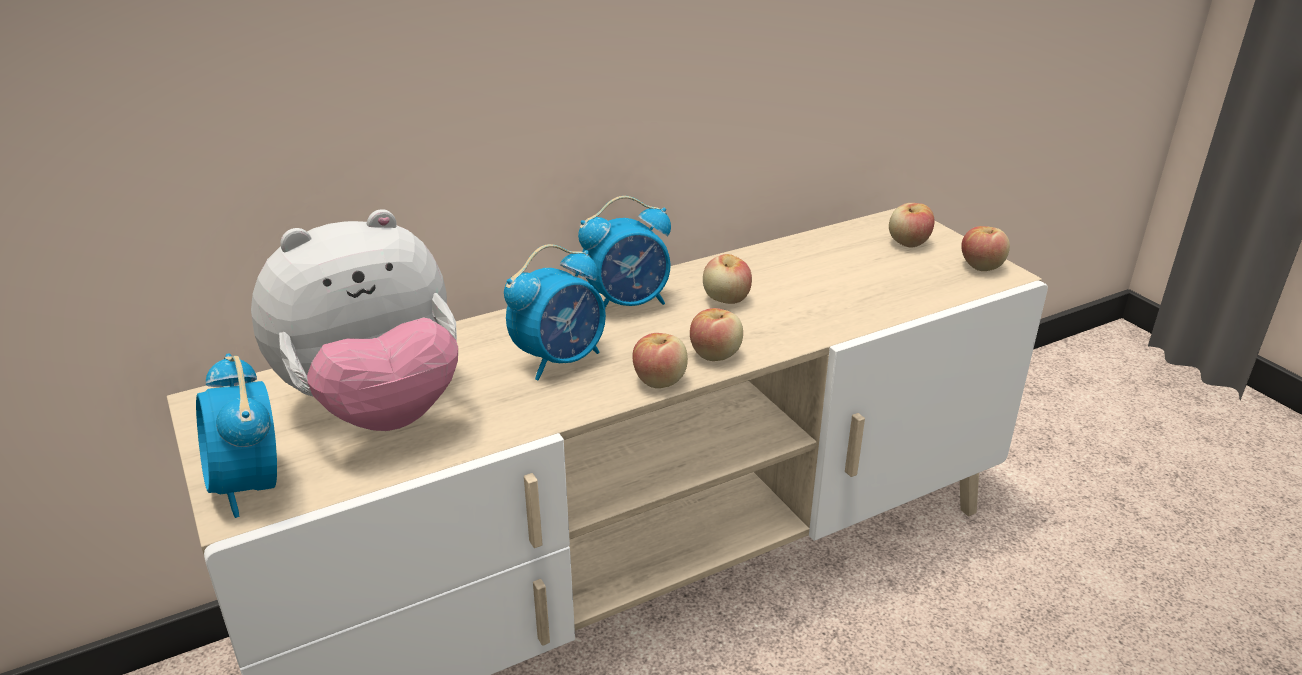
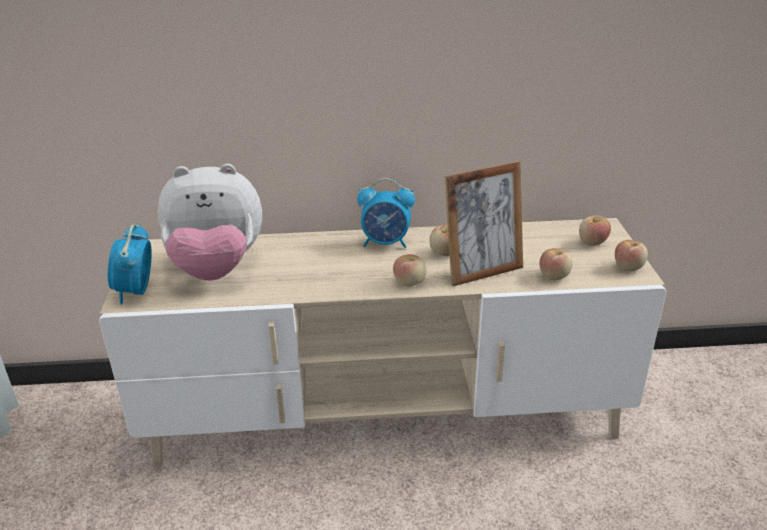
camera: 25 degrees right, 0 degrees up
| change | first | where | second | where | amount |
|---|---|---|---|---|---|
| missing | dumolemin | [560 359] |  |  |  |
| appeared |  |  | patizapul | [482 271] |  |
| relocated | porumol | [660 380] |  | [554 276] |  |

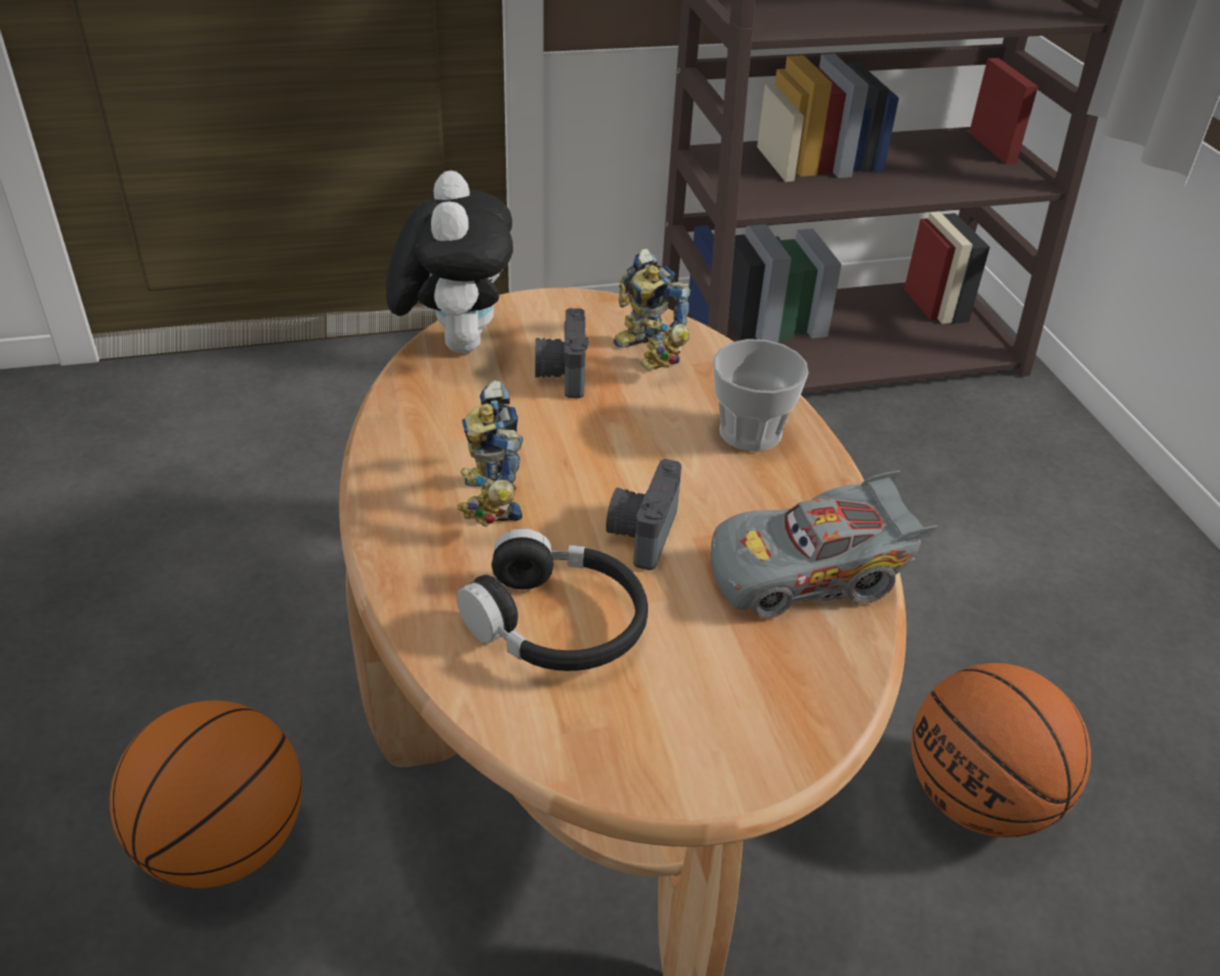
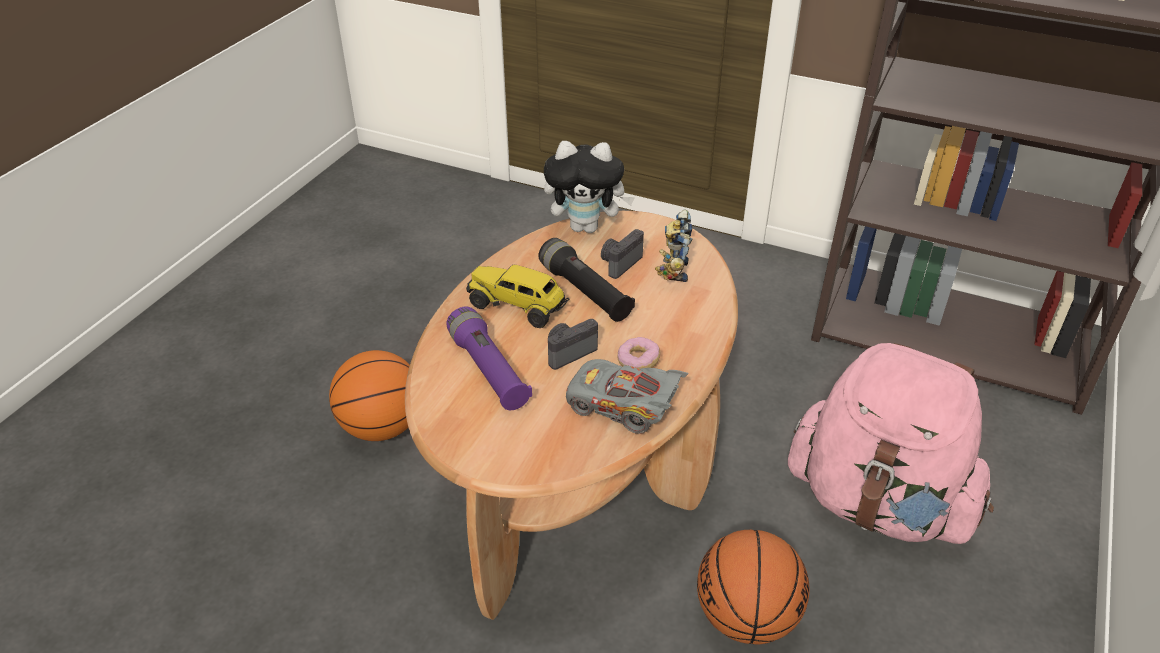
camera: 40 degrees right, 0 degrees up
| change | first | where | second | where | amount |
|---|---|---|---|---|---|
| missing | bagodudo | [750 432] |  |  |  |
| appeared |  |  | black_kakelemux | [585 292] |  |
| appeared |  |  | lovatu | [638 362] |  |
| appeared |  |  | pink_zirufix | [877 503] |  |
| exchanged | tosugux | [487 500] | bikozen | [518 306] |  |
| exchanged | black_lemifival | [556 624] | purple_kakelemux | [488 370] |  |
| spun | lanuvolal | [455 342] |  | [586 227] | 60 degrees clockwise |

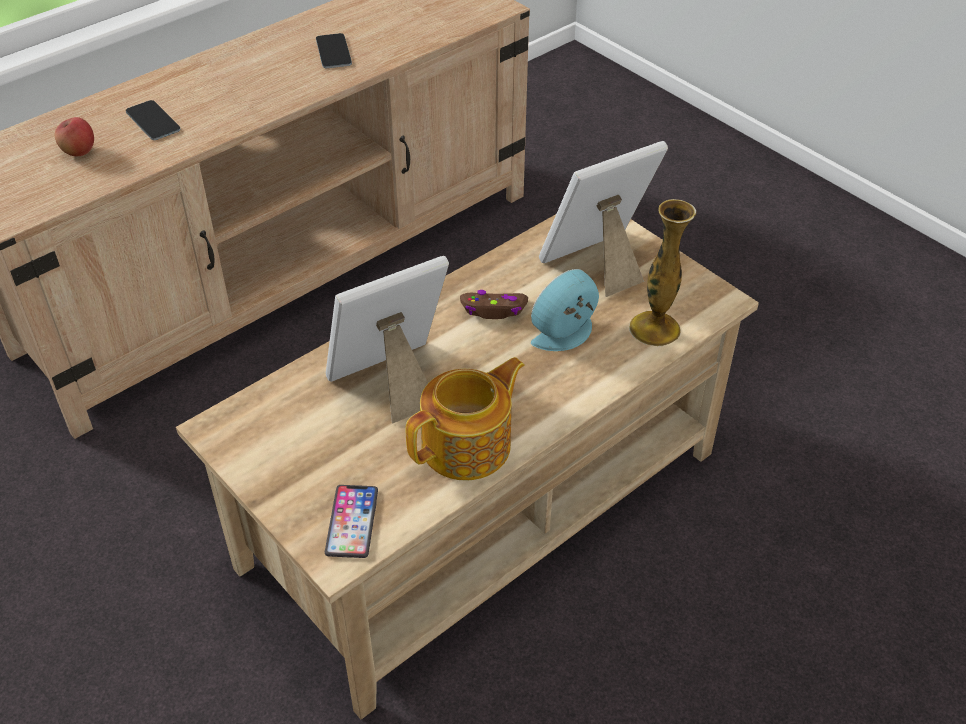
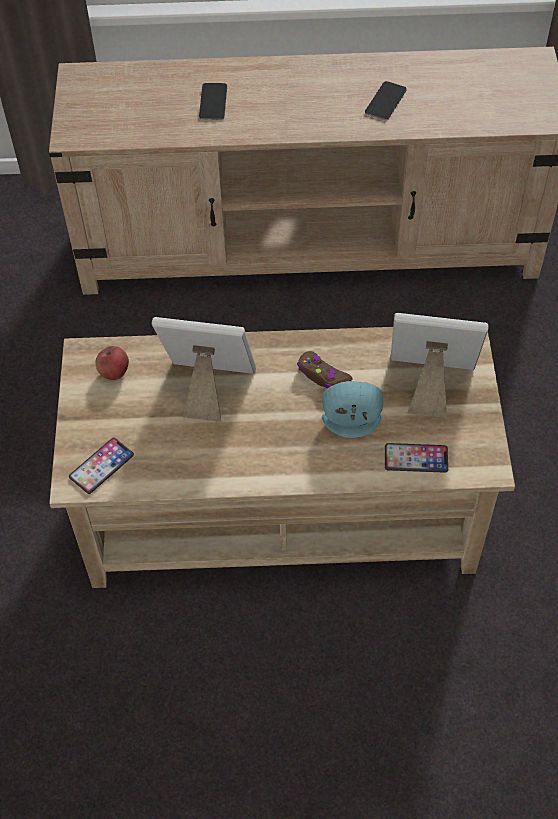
camera: 40 degrees right, 10 degrees up
| change | first | where | second | where | amount |
|---|---|---|---|---|---|
| missing | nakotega | [468 445] |  |  |  |
| relocated | porumol | [79 151] |  | [114 372] |  |
| exchanged | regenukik | [654 329] | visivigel | [416 458] |  |

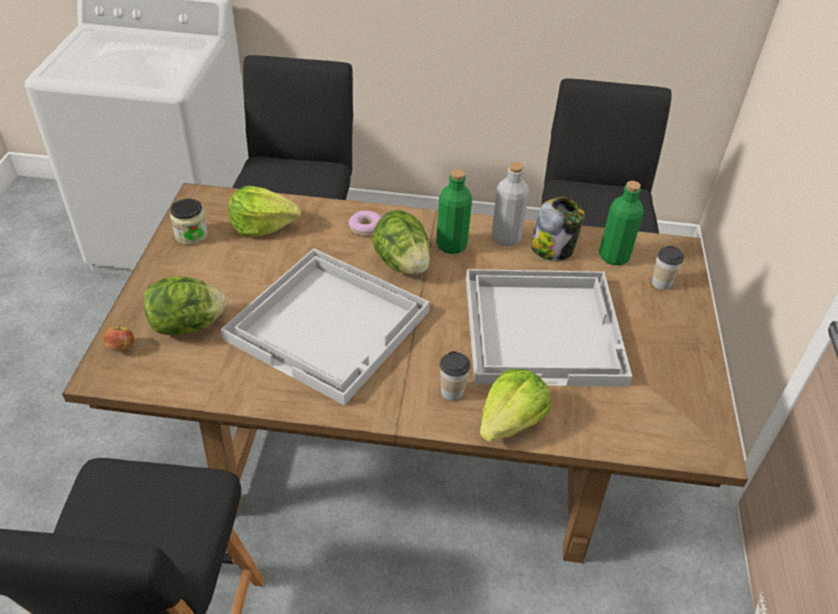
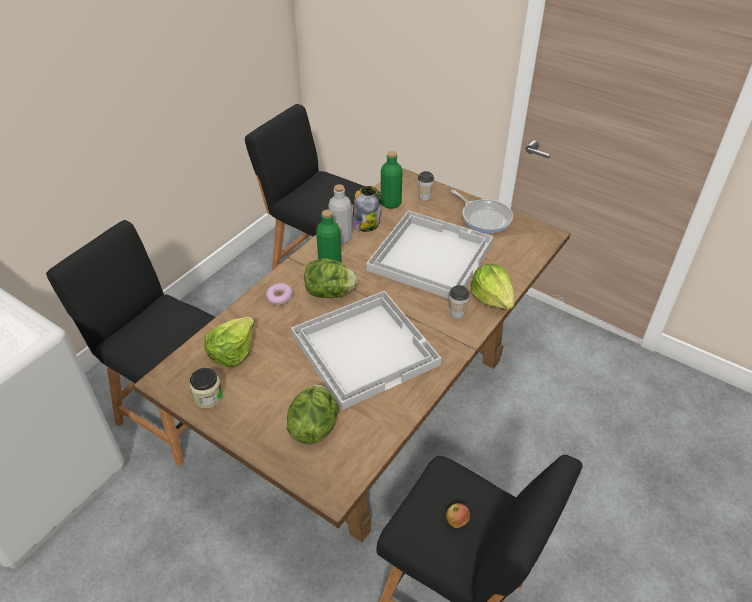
camera: 60 degrees left, 0 degrees up
| change | first | where | second | where | amount |
|---|---|---|---|---|---|
| appeared |  |  | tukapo | [484 217] |  |
| relocated | porumol | [121 348] |  | [457 521] |  |

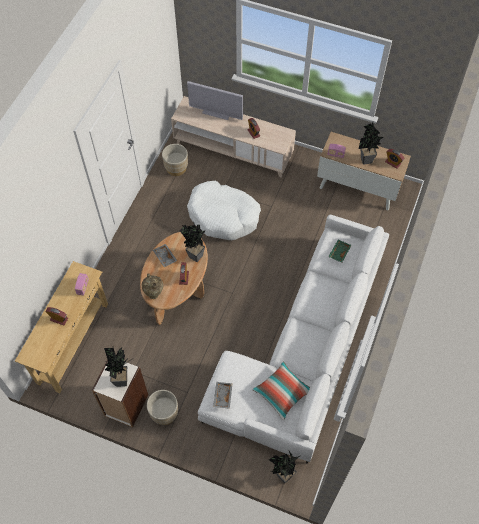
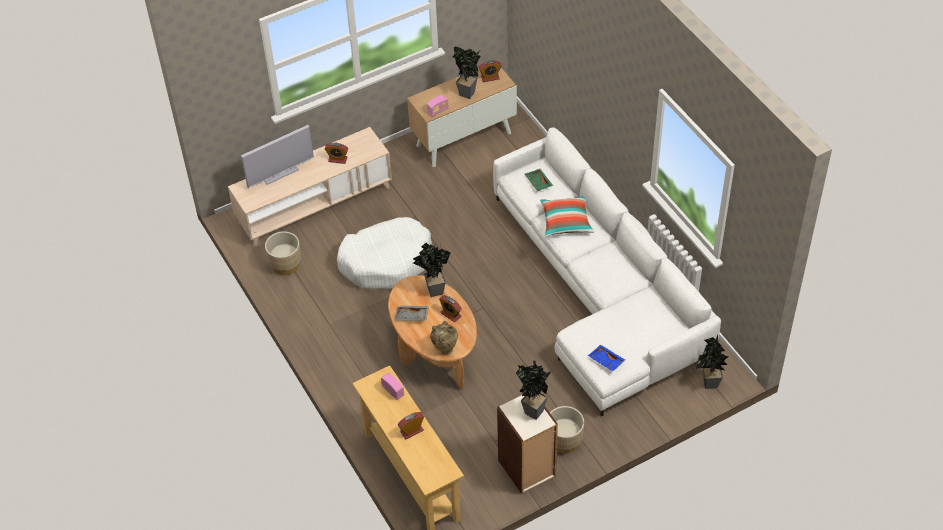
camera: 50 degrees left, 10 degrees down
| change | first | where | second | where | amount |
|---|---|---|---|---|---|
| relocated | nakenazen | [282 392] |  | [566 221] |  |
| colour | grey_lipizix | [222 396] | blue_lipizix | [605 361] |  |

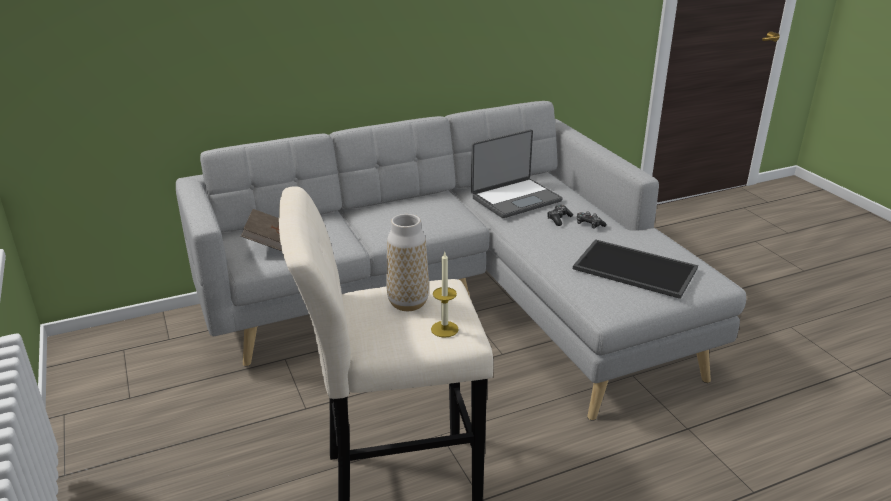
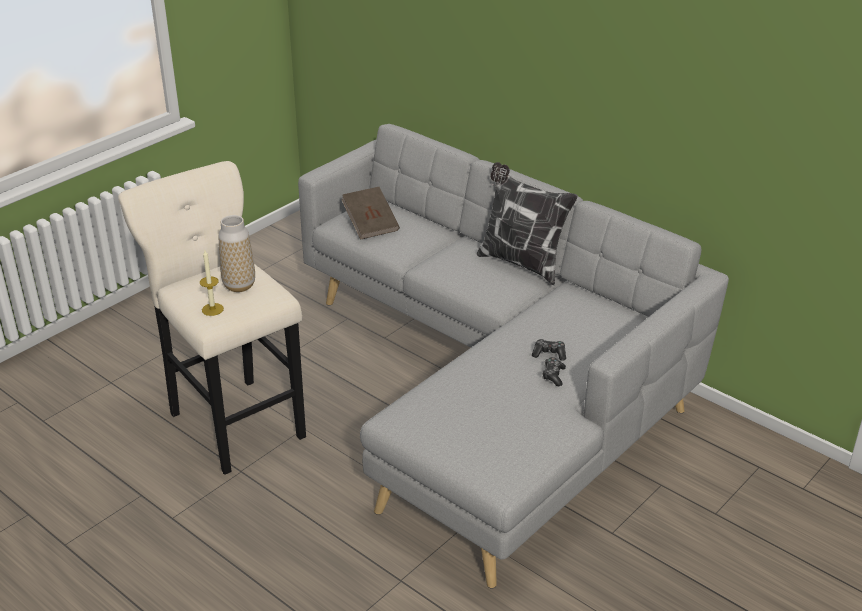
camera: 65 degrees right, 5 degrees up
| change | first | where | second | where | amount |
|---|---|---|---|---|---|
| missing | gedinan | [515 199] |  |  |  |
| missing | lipizix | [633 269] |  |  |  |
| appeared |  |  | nakenazen | [521 263] |  |

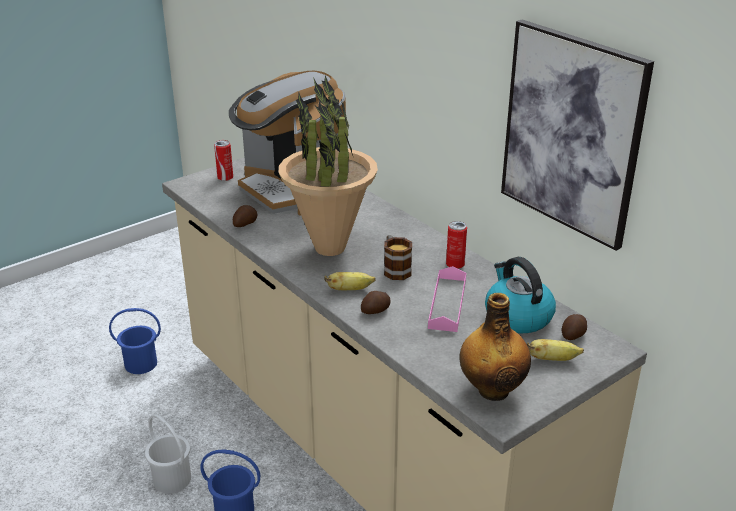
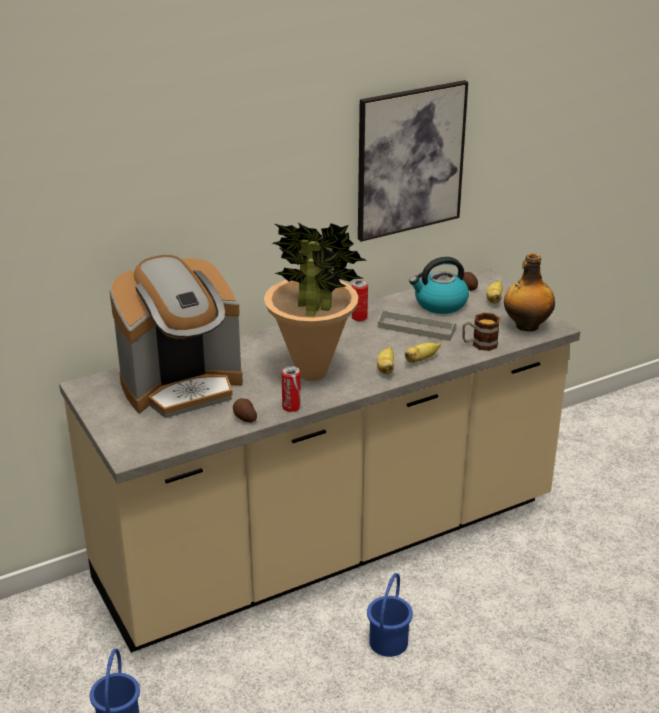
camera: 80 degrees left, 0 degrees up
| change | first | where | second | where | amount |
|---|---|---|---|---|---|
| missing | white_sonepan | [172 478] |  |  |  |
| relocated | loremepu | [225 178] |  | [291 407] |  |
| relocated | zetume | [395 269] |  | [479 344] |  |
| exchanged | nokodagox | [376 311] | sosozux | [420 360] |  |
| colour | pink_lipizix | [447 303] | grey_lipizix | [416 328] |  |

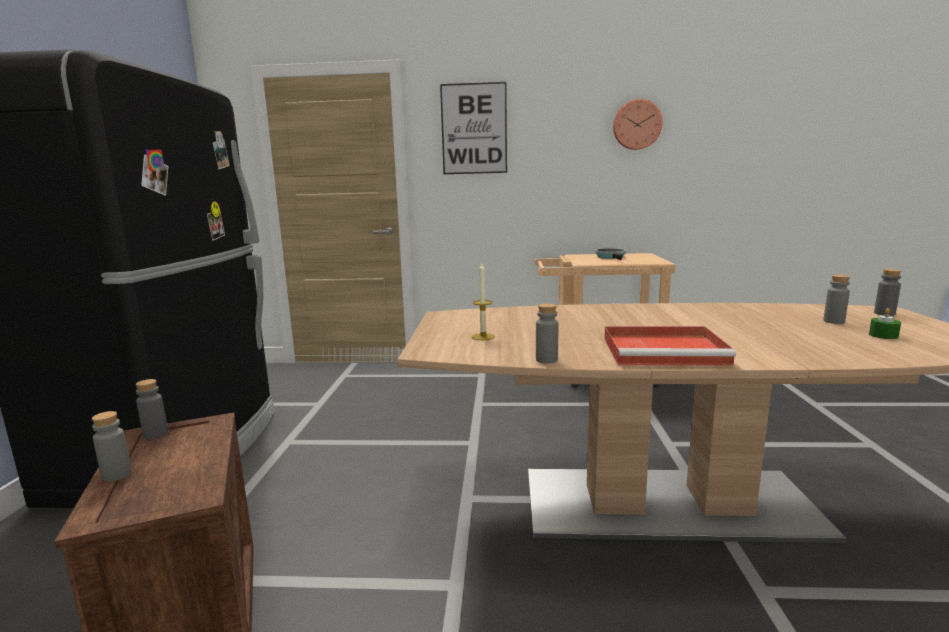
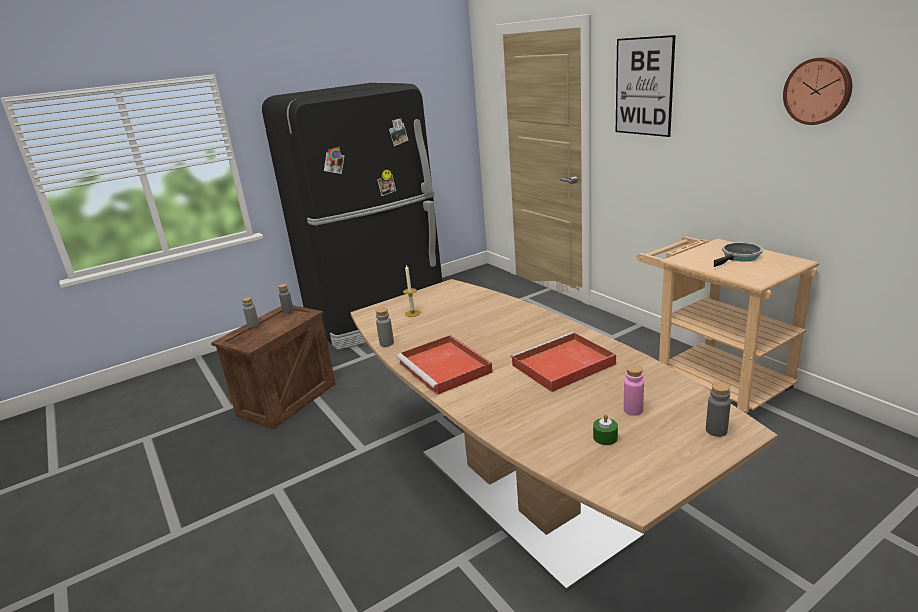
camera: 55 degrees right, 10 degrees up
| change | first | where | second | where | amount |
|---|---|---|---|---|---|
| appeared |  |  | red_lipizix | [562 365] |  |
| colour | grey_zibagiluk | [834 321] | pink_zibagiluk | [633 410] |  |

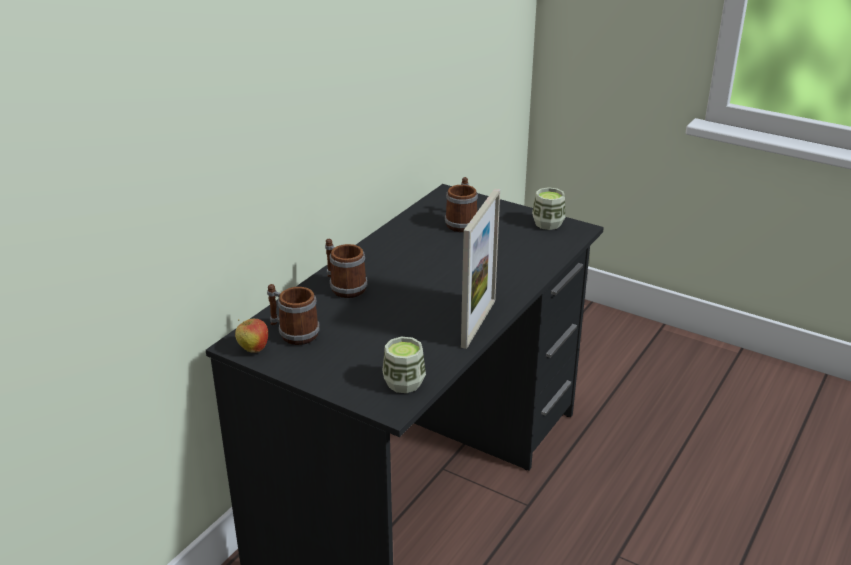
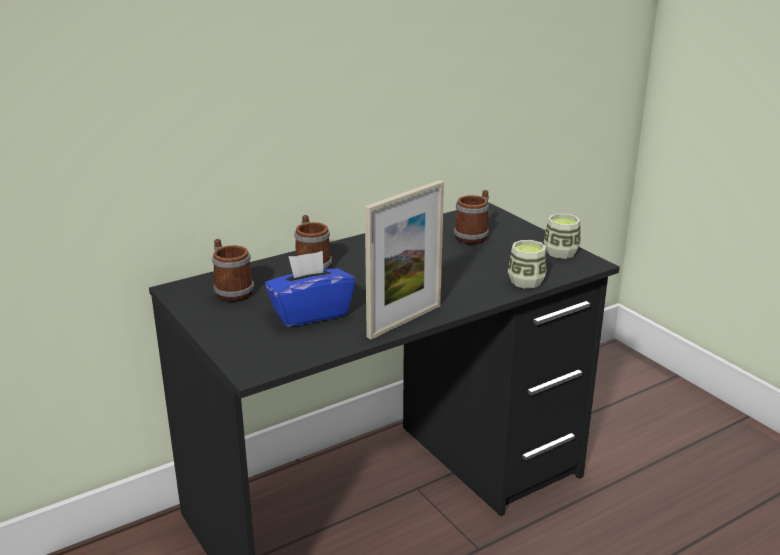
camera: 25 degrees right, 5 degrees down
| change | first | where | second | where | amount |
|---|---|---|---|---|---|
| missing | porumol | [253 349] |  |  |  |
| appeared |  |  | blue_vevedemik | [310 313] |  |
| relocated | bagodudo | [404 383] |  | [526 282] |  |

